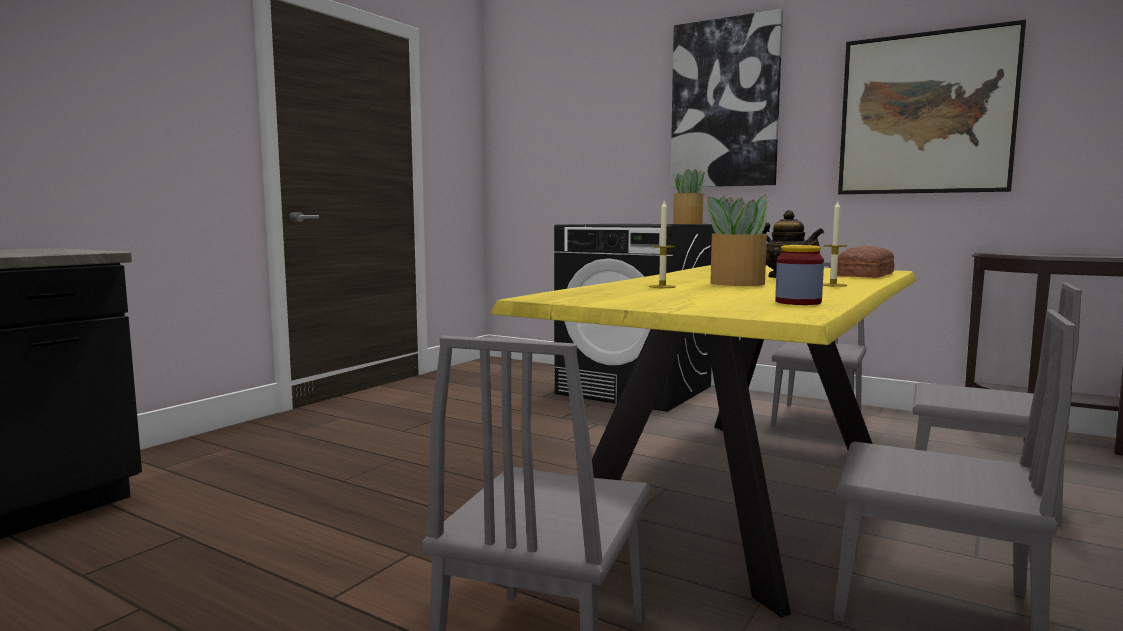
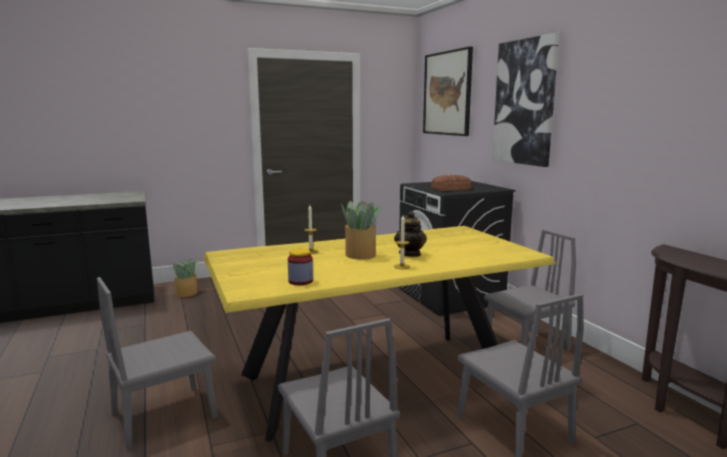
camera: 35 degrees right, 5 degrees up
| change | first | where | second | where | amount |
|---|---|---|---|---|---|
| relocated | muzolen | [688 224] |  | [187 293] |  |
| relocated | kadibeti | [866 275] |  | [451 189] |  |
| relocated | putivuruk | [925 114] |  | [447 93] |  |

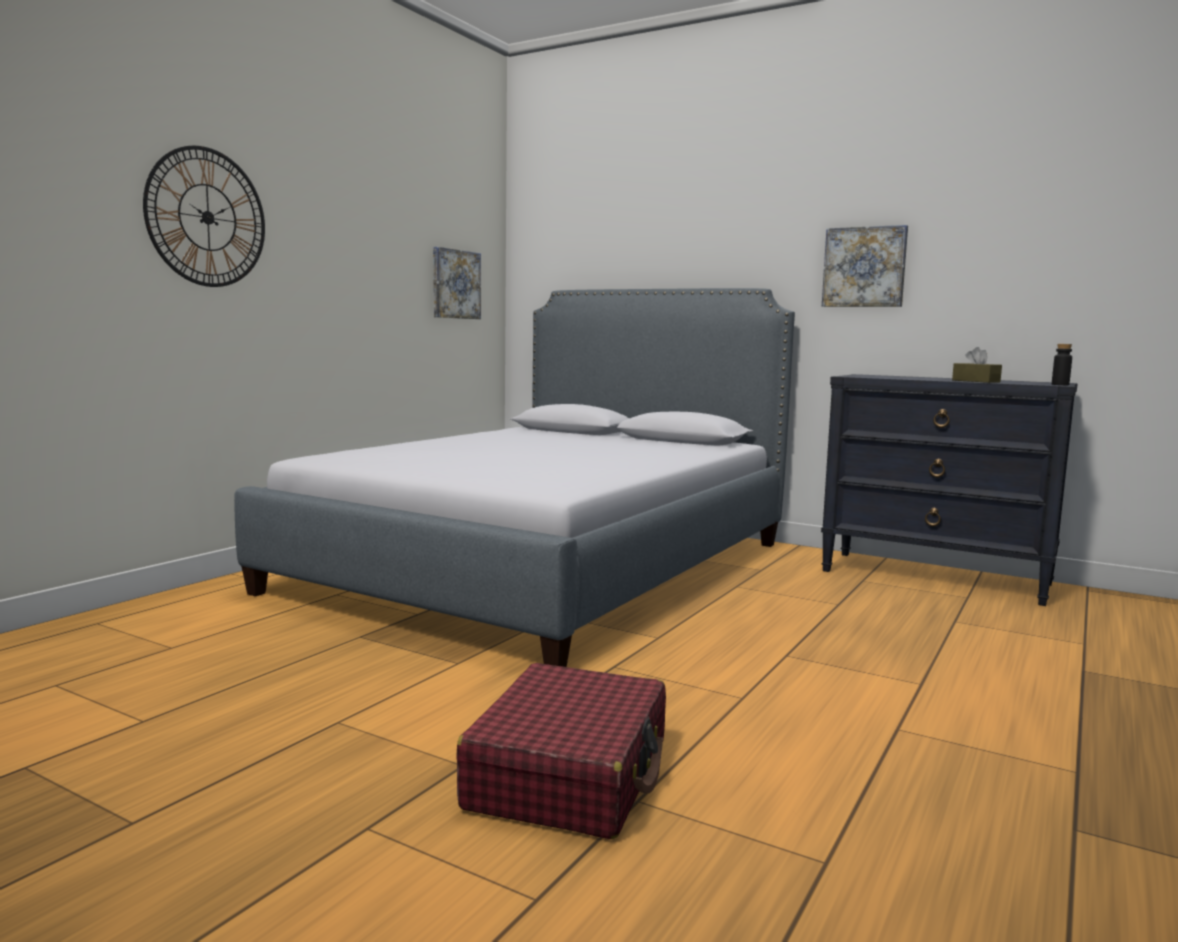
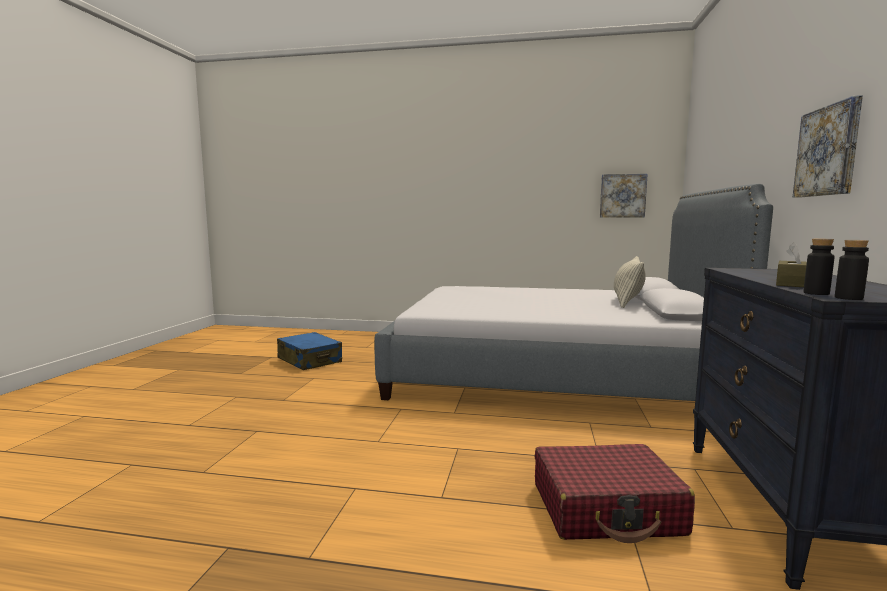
camera: 70 degrees right, 0 degrees up
| change | first | where | second | where | amount |
|---|---|---|---|---|---|
| missing | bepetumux | [207 217] |  |  |  |
| appeared |  |  | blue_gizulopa | [309 361] |  |
| appeared |  |  | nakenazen | [627 301] |  |
| appeared |  |  | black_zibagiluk | [816 293] |  |
| relocated | red_gizulopa | [570 775] |  | [607 509] |  |

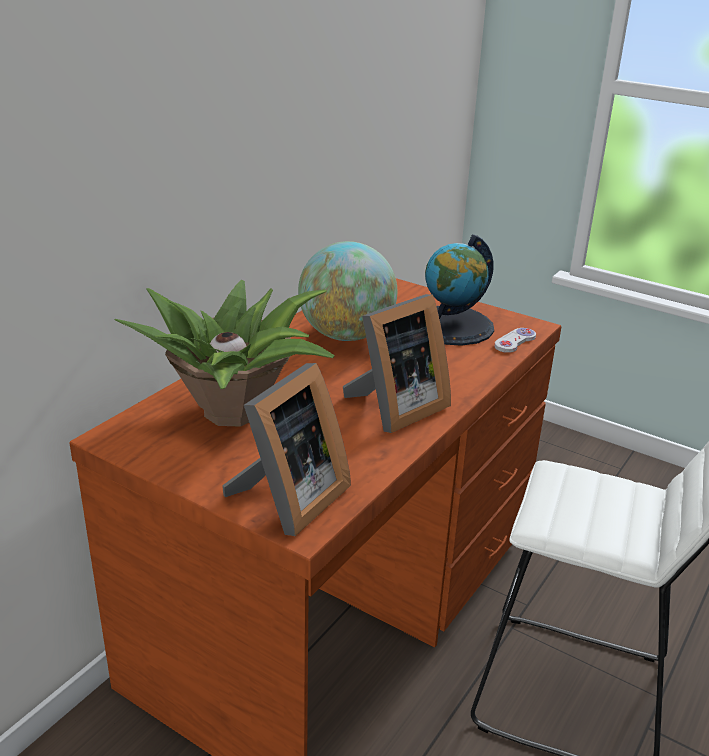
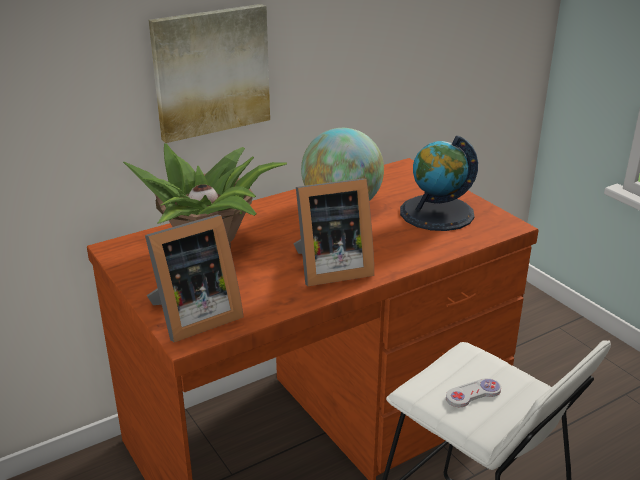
camera: 25 degrees right, 0 degrees up
| change | first | where | second | where | amount |
|---|---|---|---|---|---|
| appeared |  |  | putivuruk | [211 71] |  |
| relocated | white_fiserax | [515 341] |  | [473 394] |  |

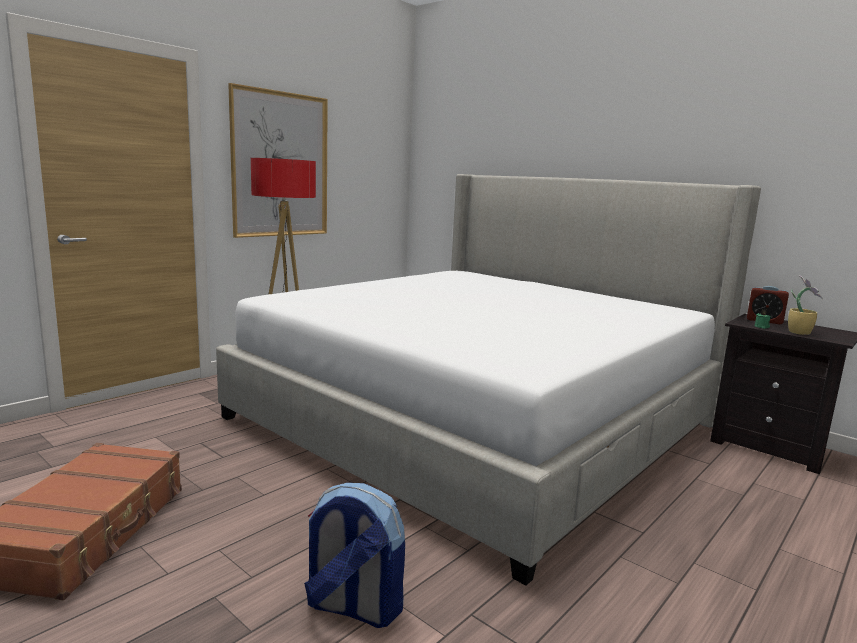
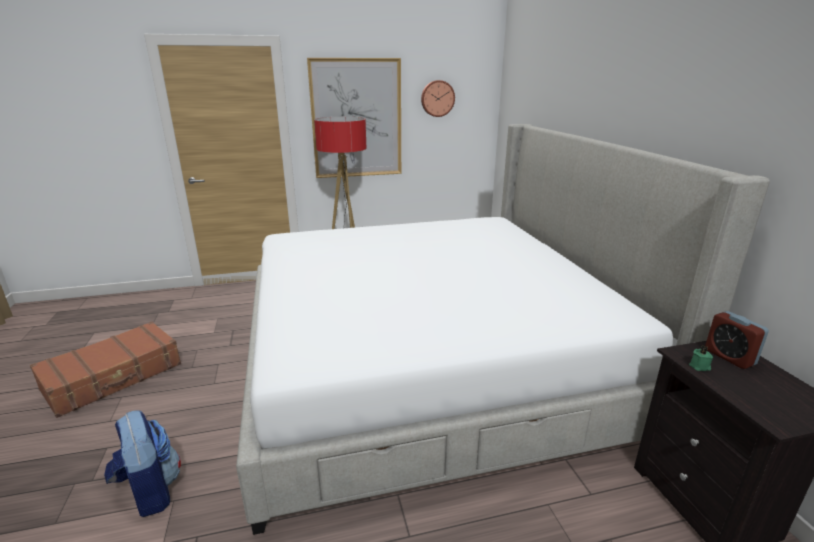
camera: 35 degrees right, 10 degrees up
| change | first | where | second | where | amount |
|---|---|---|---|---|---|
| missing | muzolen | [799 332] |  |  |  |
| appeared |  |  | bepetumux | [437 98] |  |

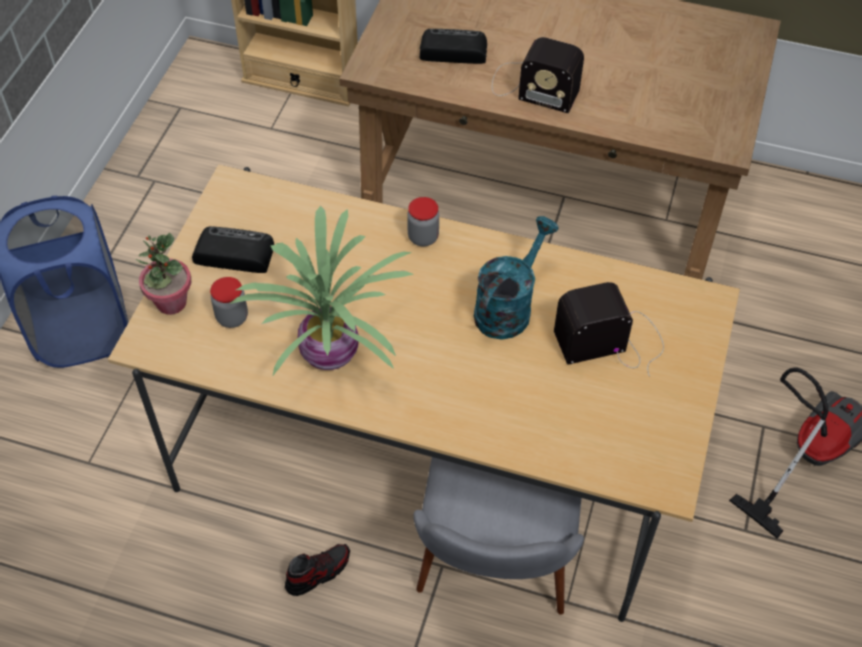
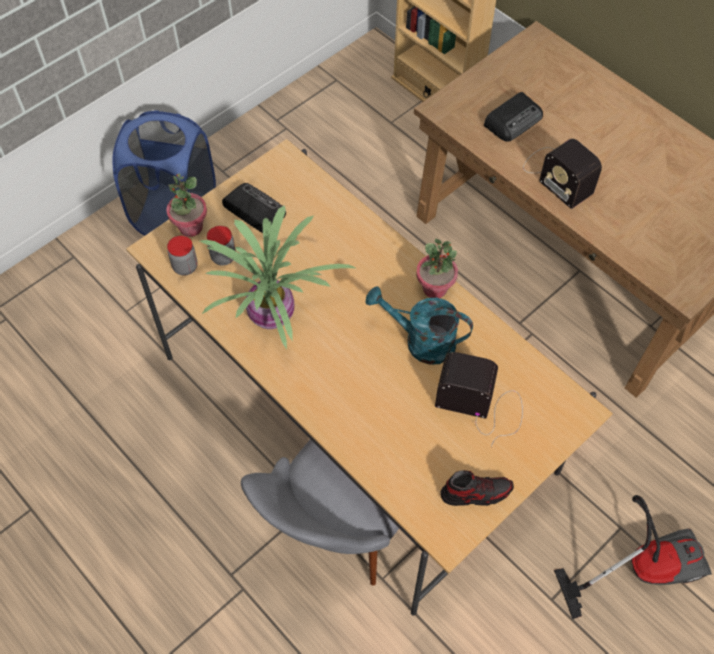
camera: 30 degrees right, 5 degrees up
| change | first | where | second | where | amount |
|---|---|---|---|---|---|
| appeared |  |  | muzolen | [435 288] |  |
| relocated | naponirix | [318 572] |  | [475 493] |  |
| relocated | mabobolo | [423 237] |  | [185 267] |  |
| spun | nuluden | [452 50] |  | [513 120] | 105 degrees clockwise |
| spun | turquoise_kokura | [508 307] |  | [421 341] | 135 degrees counterclockwise |

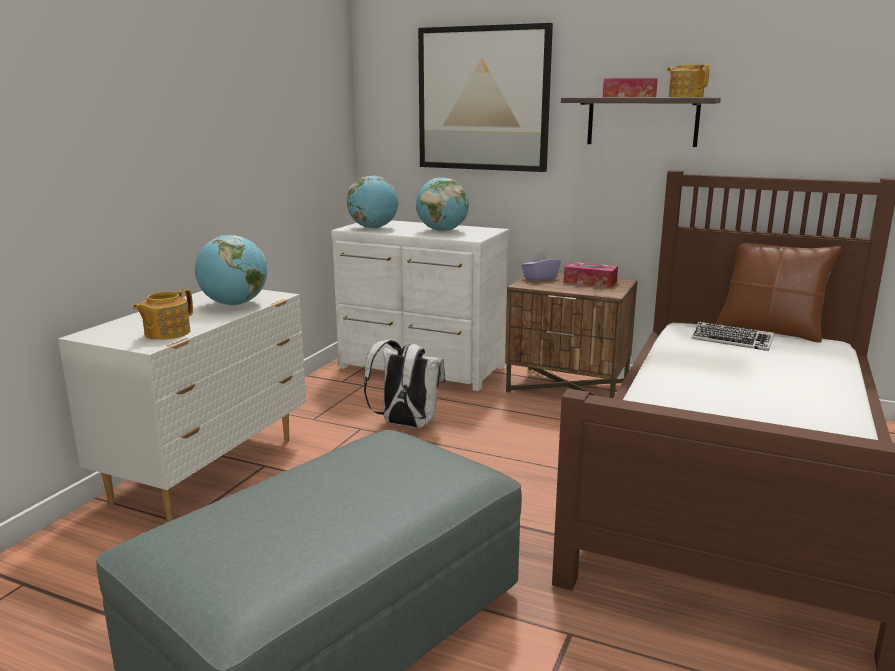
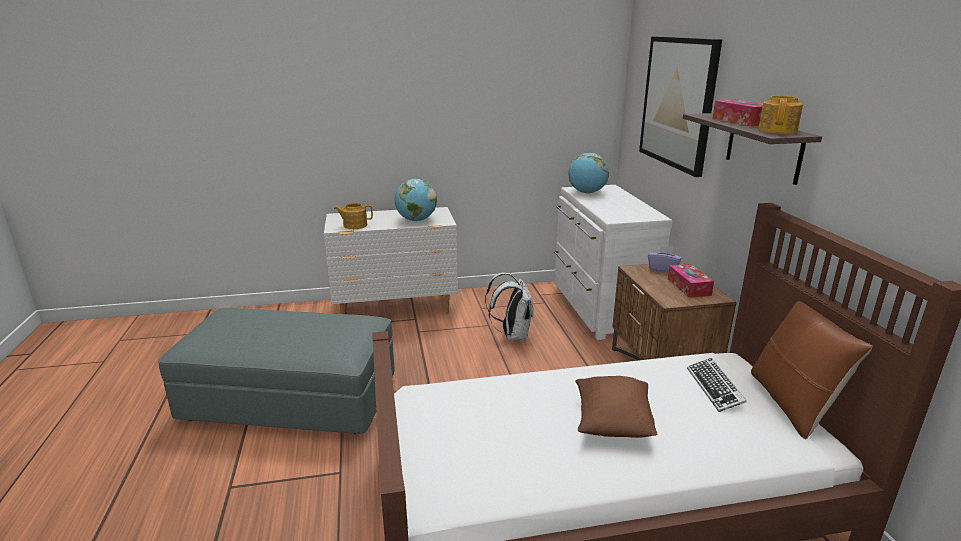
camera: 55 degrees right, 5 degrees up
| change | first | where | second | where | amount |
|---|---|---|---|---|---|
| missing | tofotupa | [442 231] |  |  |  |
| appeared |  |  | brown_nakenazen | [612 423] |  |

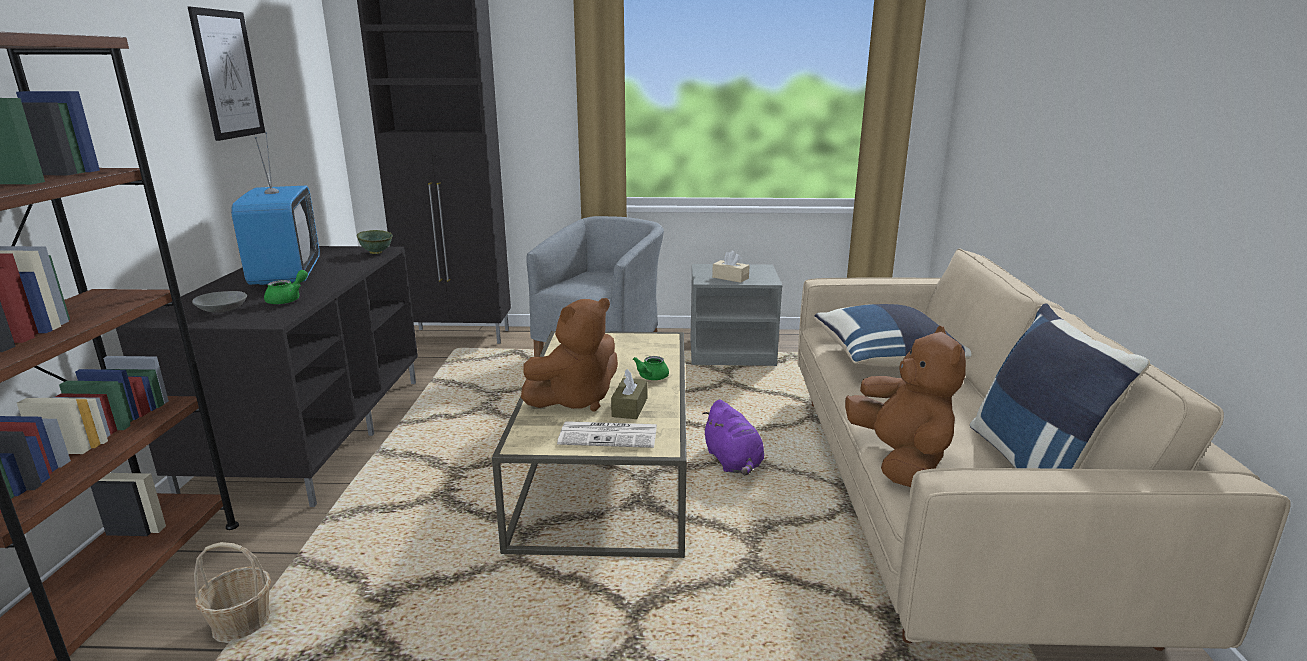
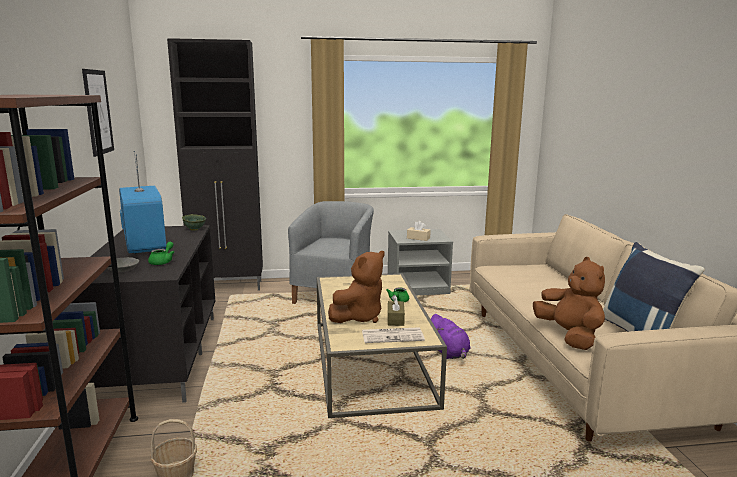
camera: 10 degrees left, 5 degrees down
| change | first | where | second | where | amount |
|---|---|---|---|---|---|
| missing | blue_nakenazen | [886 359] |  |  |  |

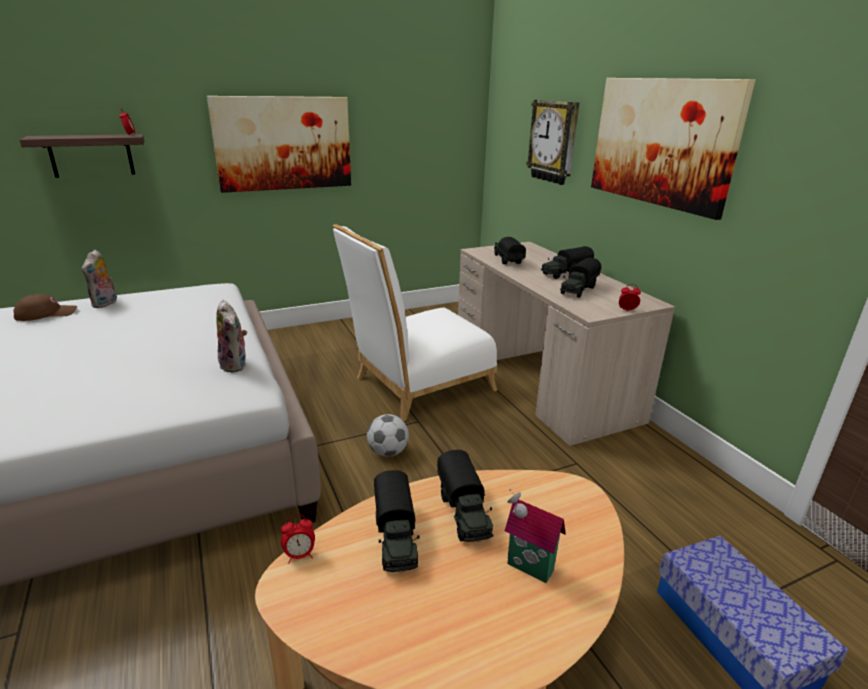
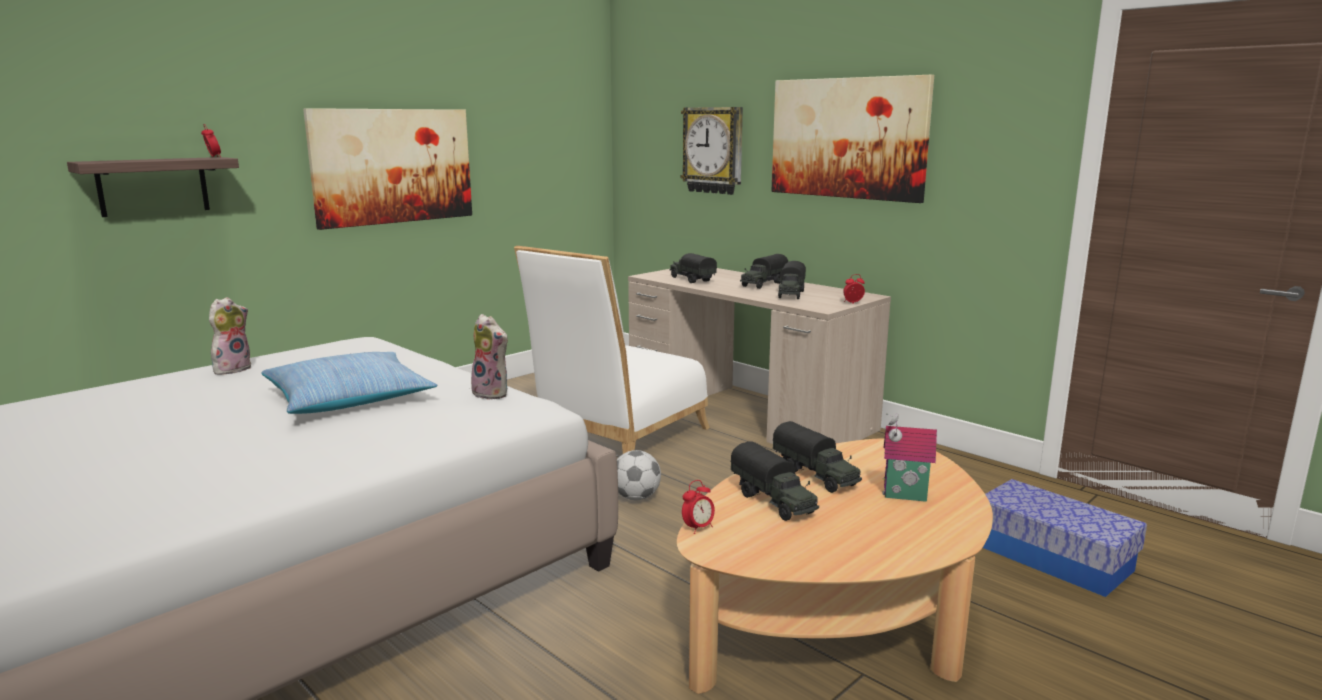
camera: 20 degrees left, 10 degrees down
| change | first | where | second | where | amount |
|---|---|---|---|---|---|
| missing | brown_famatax | [46 314] |  |  |  |
| appeared |  |  | nakenazen | [349 398] |  |
| spun | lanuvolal | [105 304] |  | [232 369] | 135 degrees counterclockwise |

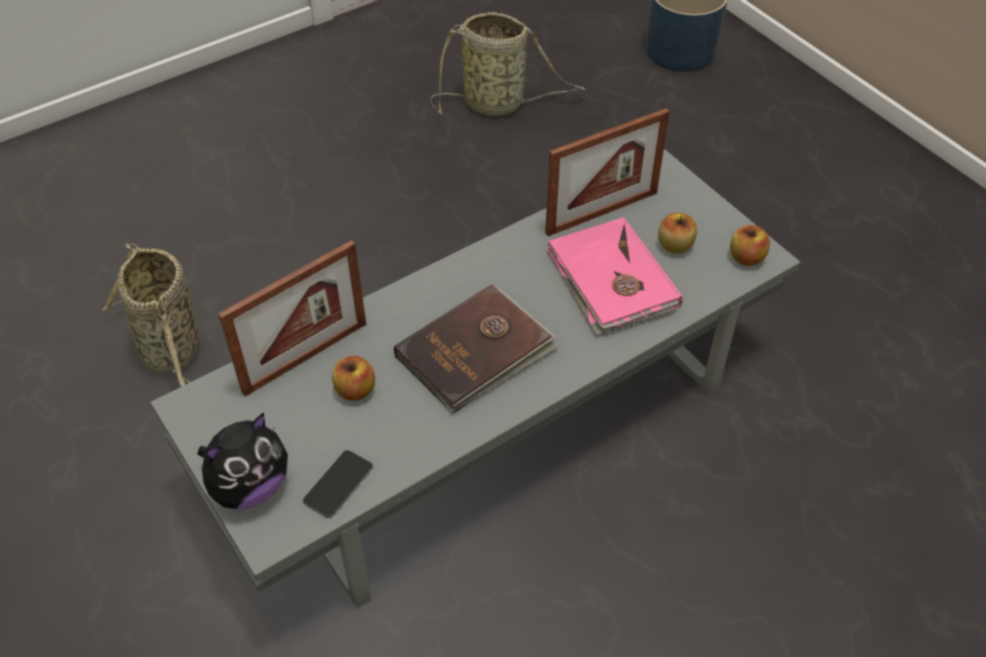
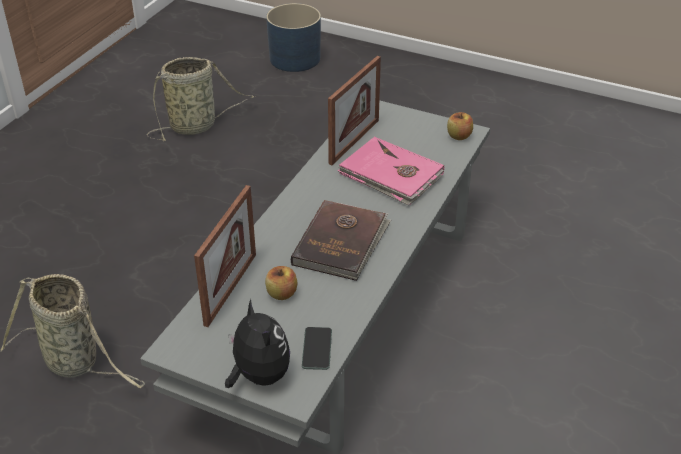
camera: 30 degrees left, 10 degrees down
| change | first | where | second | where | amount |
|---|---|---|---|---|---|
| missing | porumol | [675 245] |  |  |  |
| spun | lanuvolal | [250 487] |  | [258 375] | 45 degrees counterclockwise |

